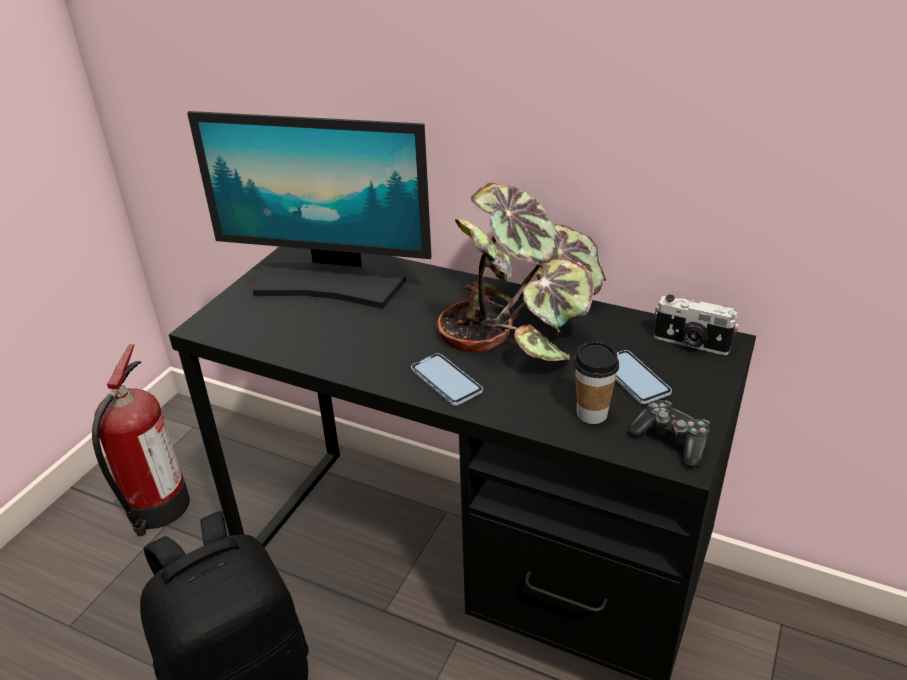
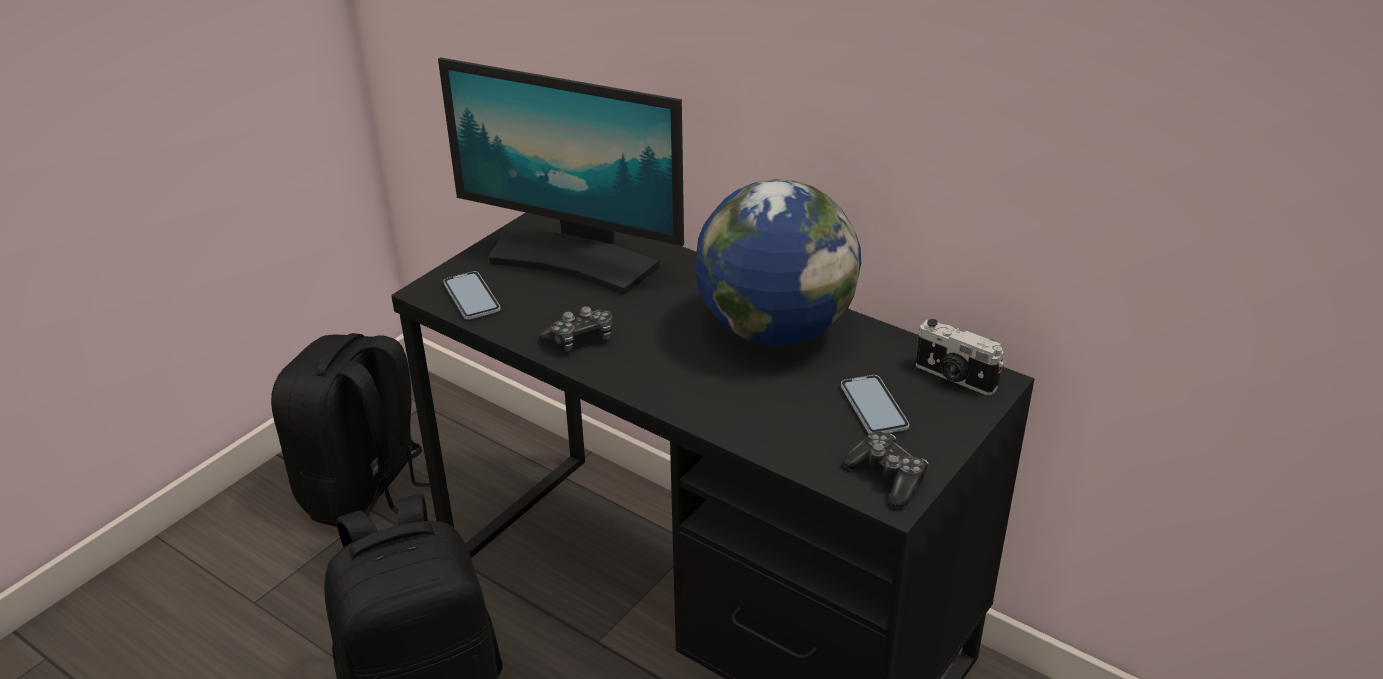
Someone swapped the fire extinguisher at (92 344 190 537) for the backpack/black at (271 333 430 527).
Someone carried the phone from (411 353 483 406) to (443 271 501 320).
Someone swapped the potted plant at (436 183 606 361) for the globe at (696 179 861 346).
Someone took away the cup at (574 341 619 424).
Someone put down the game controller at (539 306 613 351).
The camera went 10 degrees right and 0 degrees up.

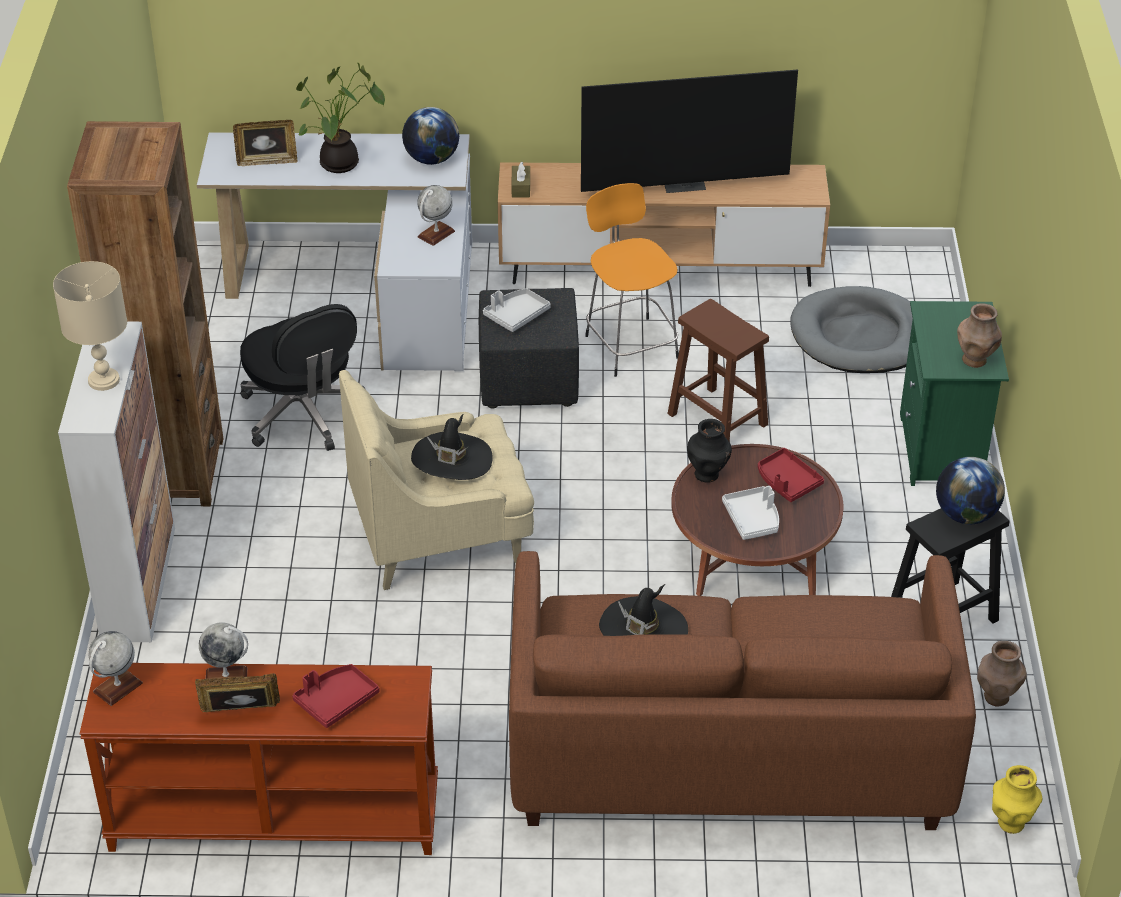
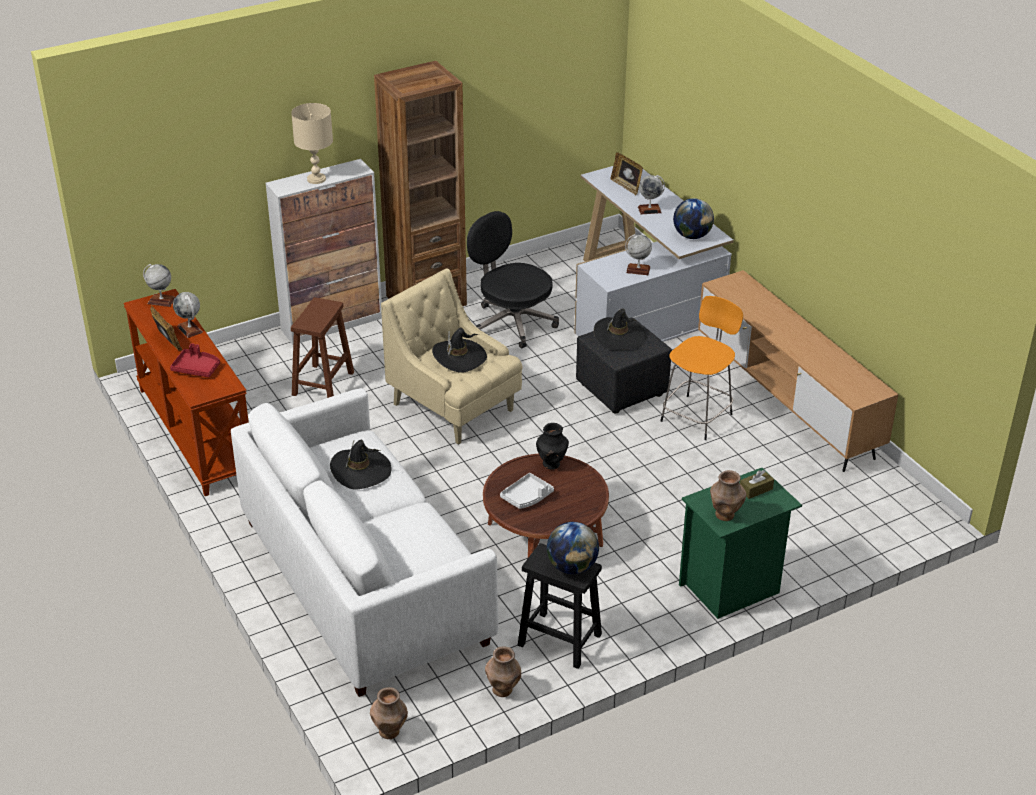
Someone rotated the office chair/black at (240 304 365 451) by 105 degrees clockwise.
Someone swapped the potted plant at (296 62 385 173) for the globe at (638 175 665 214).
Someone swapped the tray/grey at (483 288 551 332) for the hat/black at (594 308 647 350).
Someone repainted the sofa/brown at (509 551 976 830), which became the sofa/white at (231 388 499 697).
Someone carried the tissue box/brown from (511 162 530 198) to (740 470 774 499).
Someone took away the television at (581 69 798 193).
Someone carried the stool/brown from (667 299 769 441) to (291 297 354 398).
Someone took away the tray/red at (758 448 824 502).
Someone took away the dog bed/grey at (791 286 913 373).
Someone repainted the vase/yellow at (992 765 1042 834), which became the vase/brown at (370 687 408 739).
The camera went 60 degrees right and 5 degrees down.

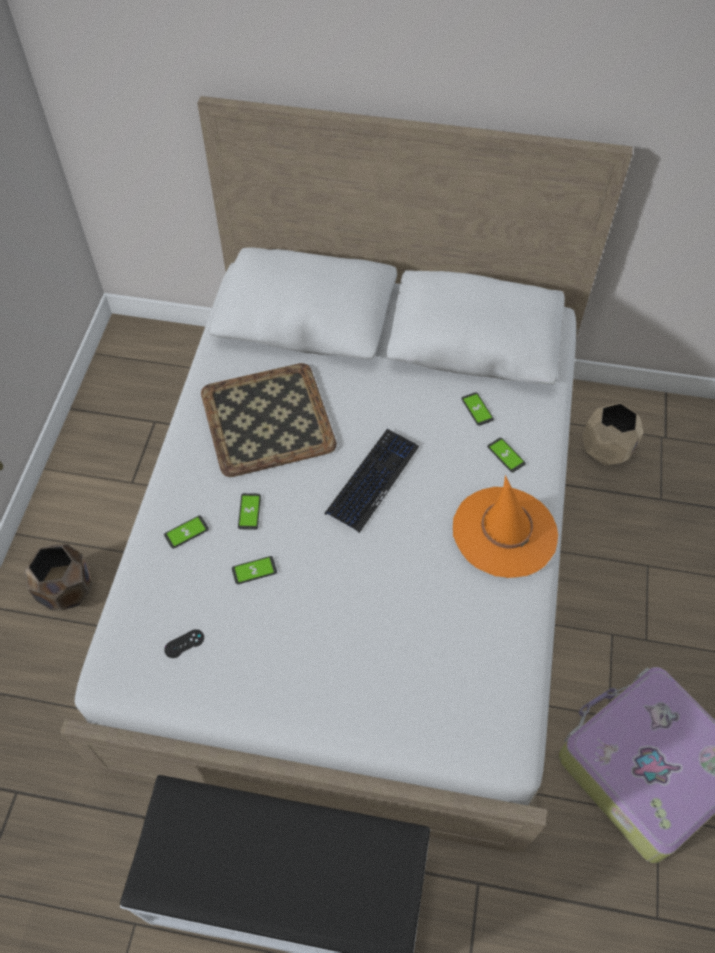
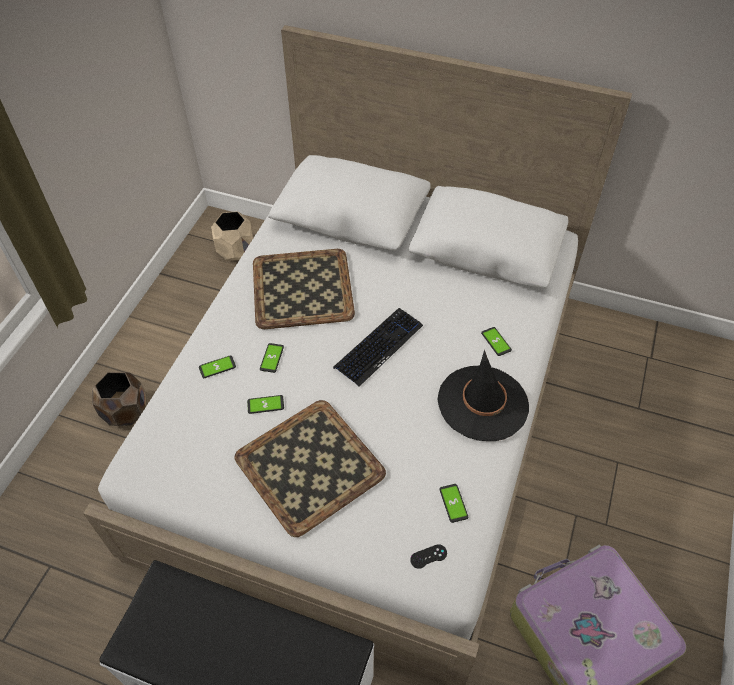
Someone carried the game controller/black from (164 629 204 658) to (410 544 447 569).
Someone repainted the hat/orange at (453 475 558 578), which became the hat/black at (437 349 529 441).
Someone carried the phone from (461 392 494 426) to (439 484 468 523).
Someone carried the planter/beige from (582 403 643 465) to (211 211 253 261).
Someone put down the tray at (235 400 386 537).
The camera went 10 degrees right and 5 degrees down.

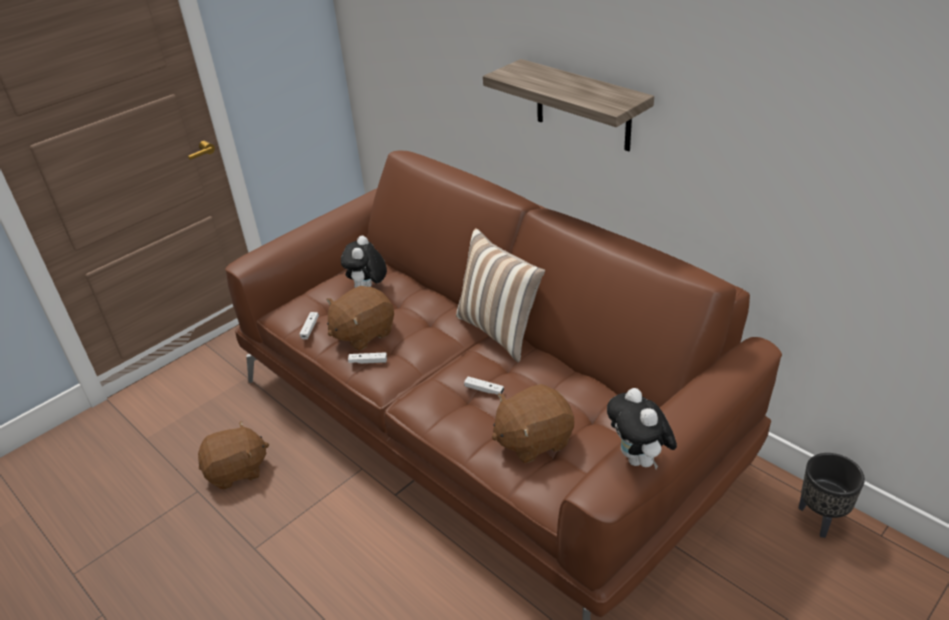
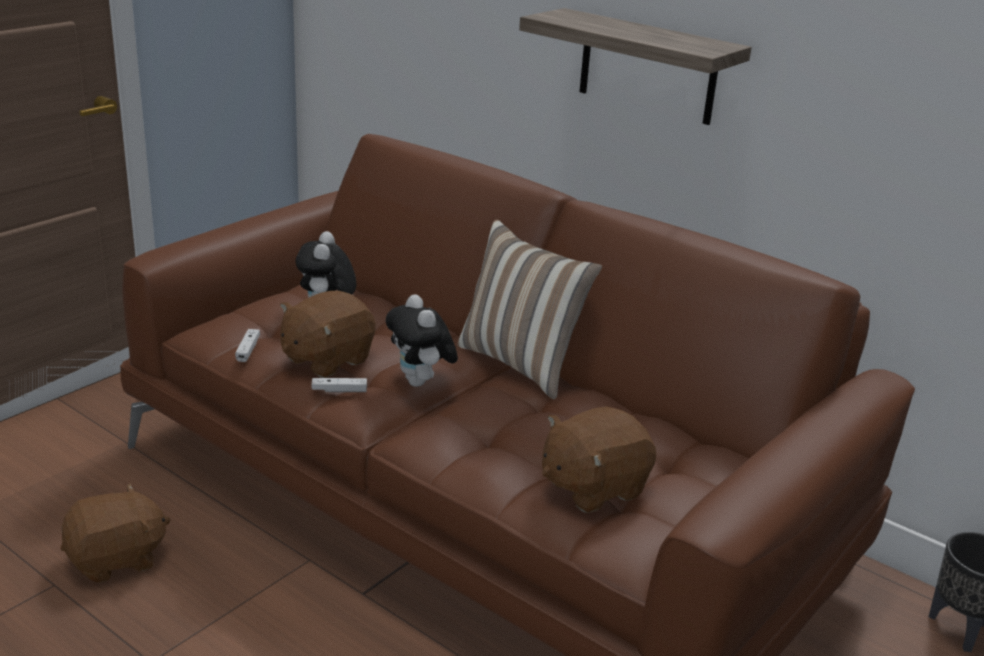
Someone took away the game controller/white at (464 376 504 395).
Someone carried the plush toy from (607 388 677 469) to (386 294 458 387).
The camera went 10 degrees left and 10 degrees down.

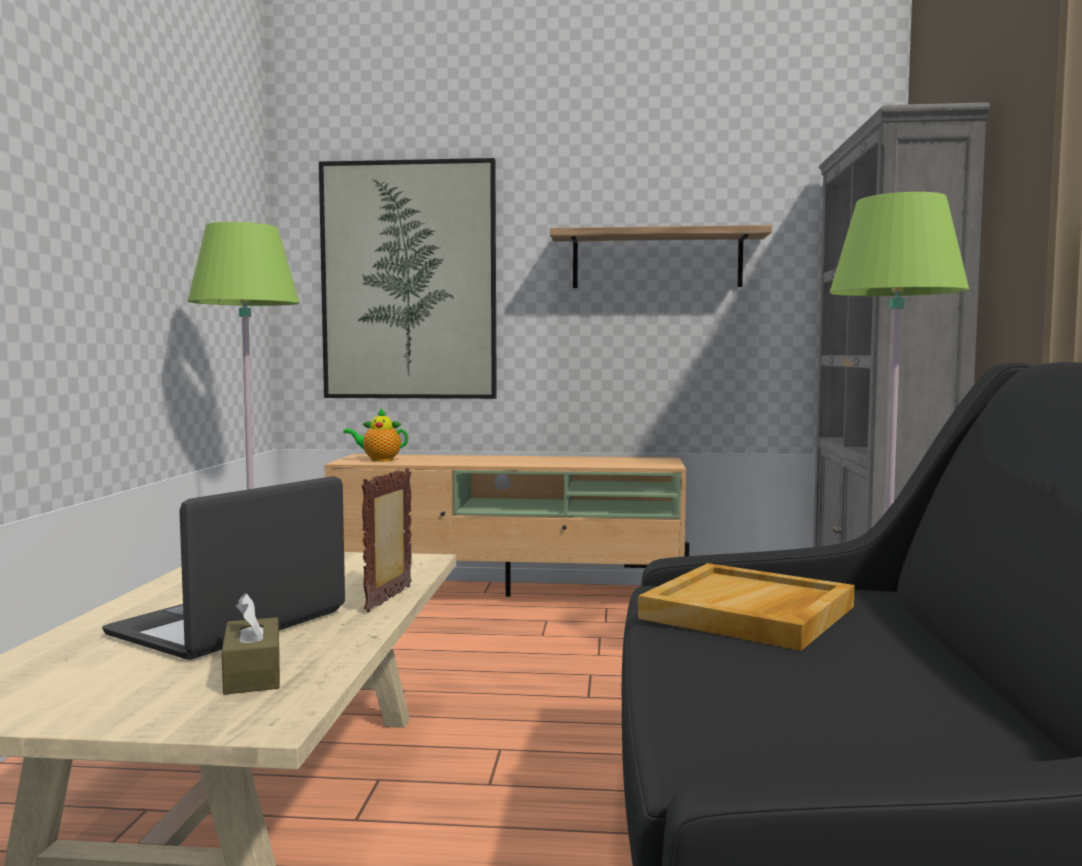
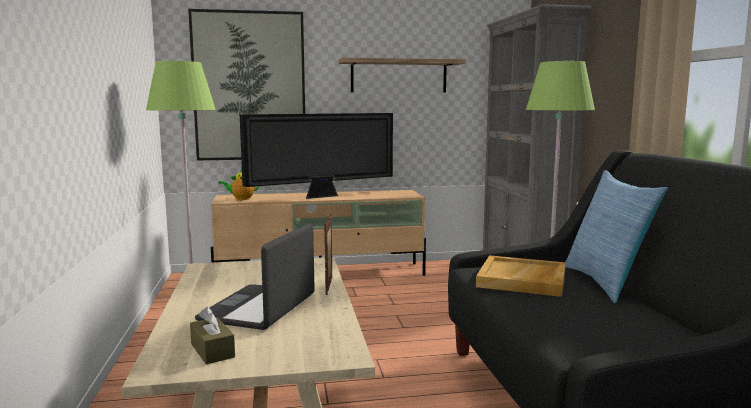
Someone carried the tissue box/brown from (222 593 280 695) to (190 307 235 364).
Someone put down the television at (240 113 393 199).
Someone put down the pillow at (565 170 667 303).
The camera went 15 degrees left and 5 degrees up.

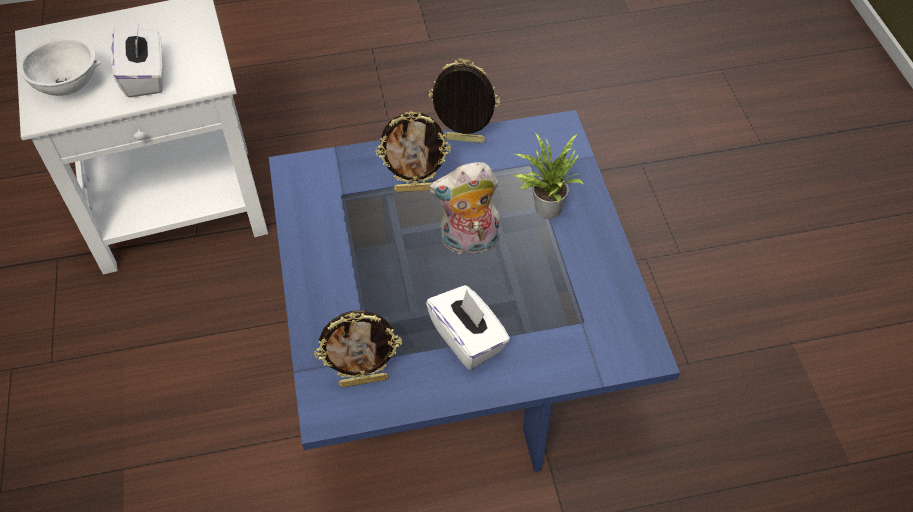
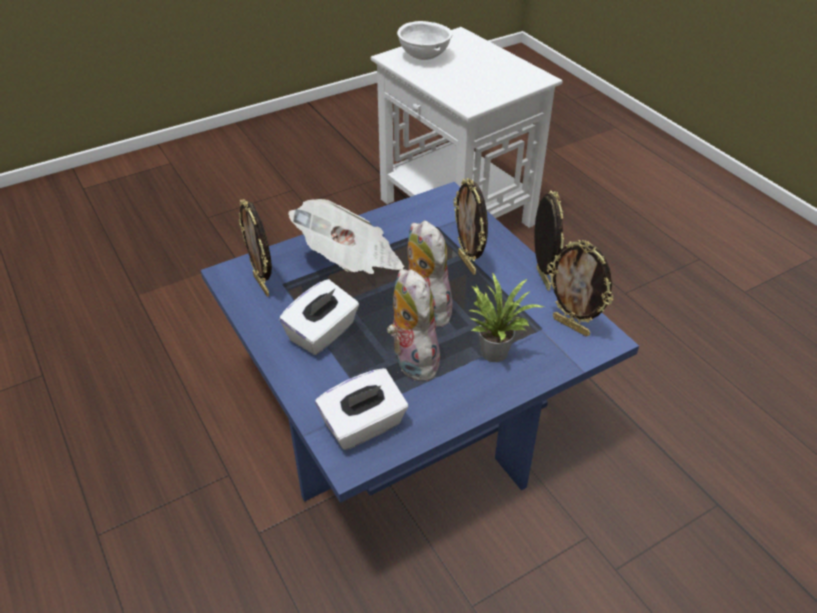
Someone carried the tissue box/white from (111 26 163 98) to (315 368 408 450).
Someone put down the newspaper at (288 199 404 274).
Someone put down the plush toy at (387 269 441 381).
Someone put down the picture frame at (547 240 613 336).
The camera went 70 degrees right and 10 degrees down.

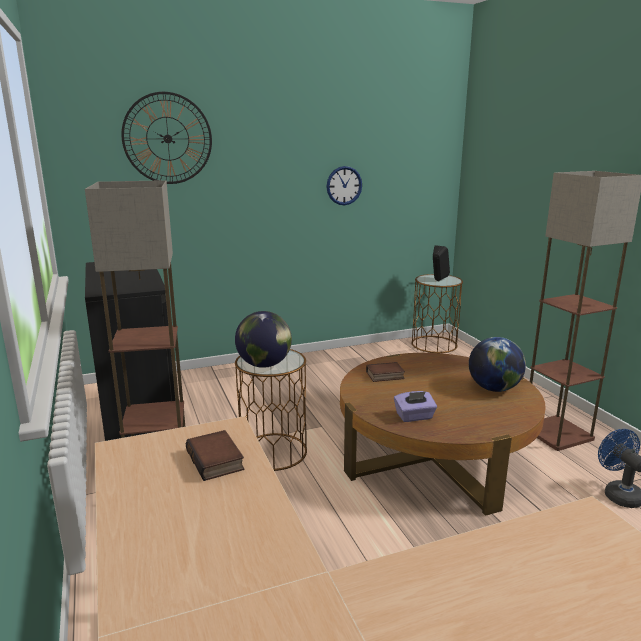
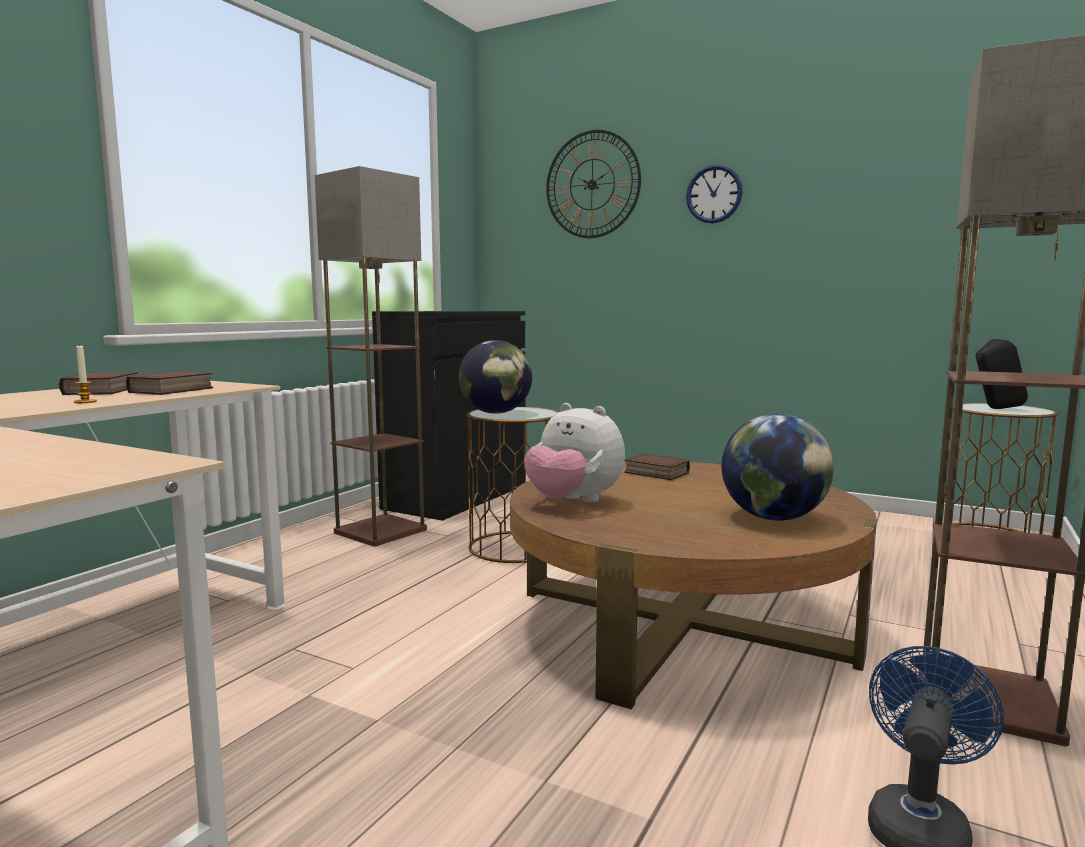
Someone carried the wall clock from (326 166 362 205) to (686 165 743 223).
Someone swapped the tissue box/purple at (394 391 437 422) for the plush toy at (524 403 625 503).
Someone put down the book at (59 372 138 395).
Someone put down the candle at (74 344 97 403).
The camera went 50 degrees right and 10 degrees down.

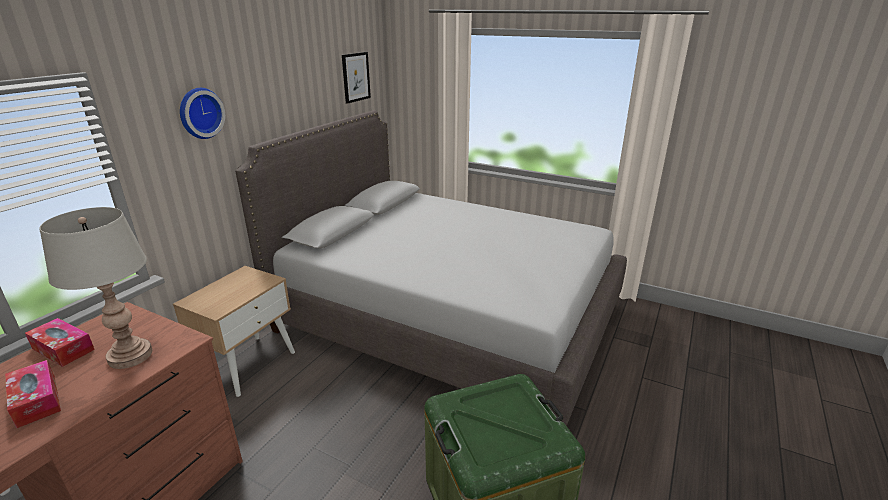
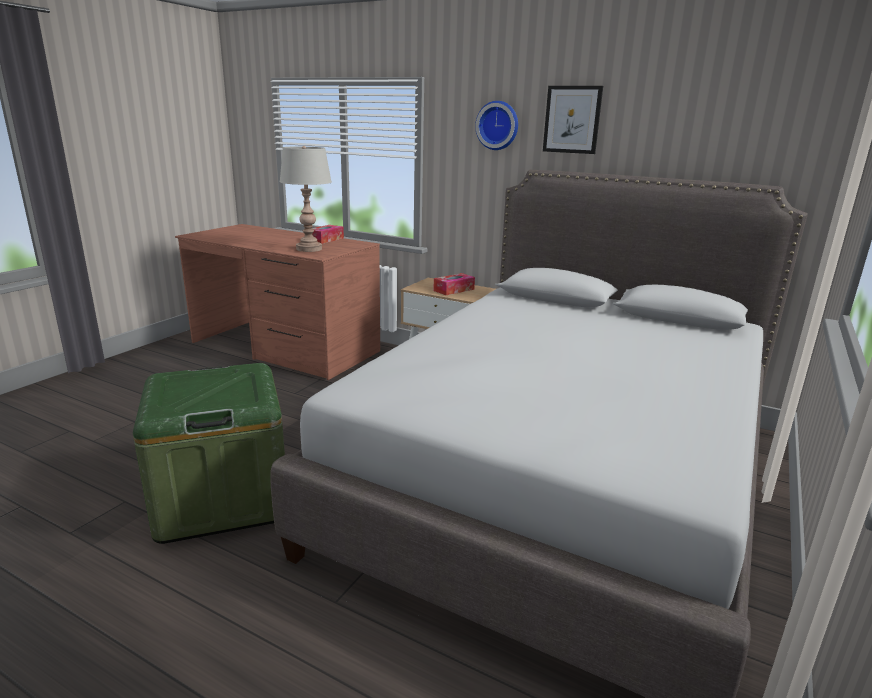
Someone carried the tissue box from (5 360 61 428) to (433 273 475 295).
Someone carried the picture from (342 52 371 104) to (543 86 603 154).
The camera went 90 degrees right and 5 degrees down.

